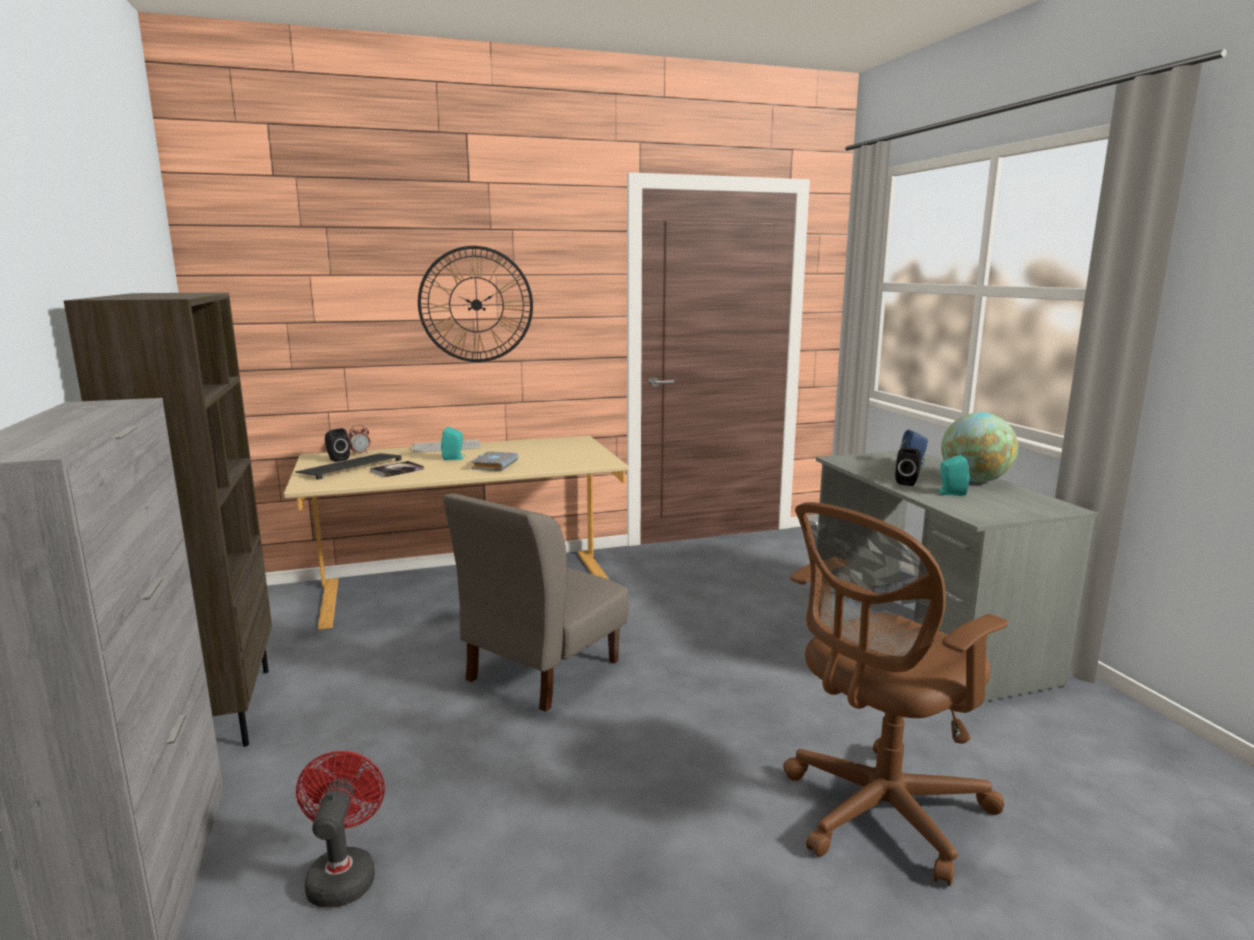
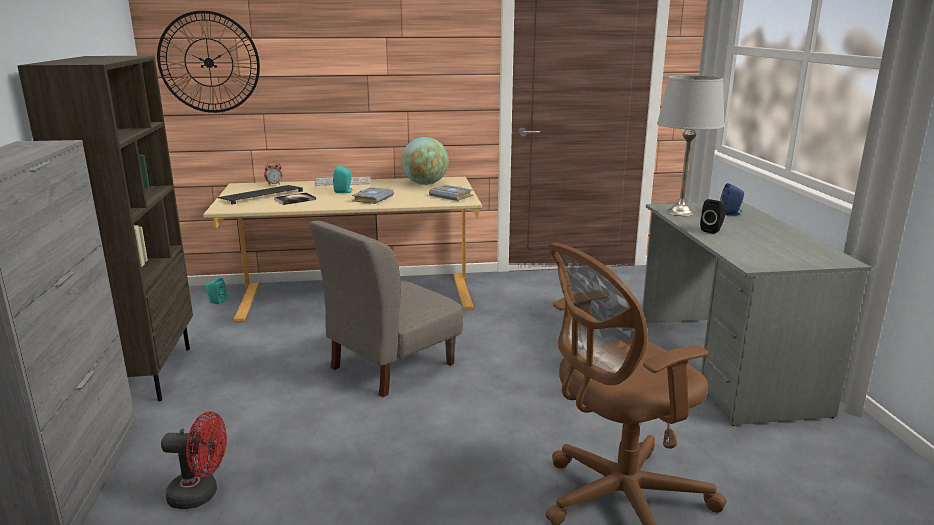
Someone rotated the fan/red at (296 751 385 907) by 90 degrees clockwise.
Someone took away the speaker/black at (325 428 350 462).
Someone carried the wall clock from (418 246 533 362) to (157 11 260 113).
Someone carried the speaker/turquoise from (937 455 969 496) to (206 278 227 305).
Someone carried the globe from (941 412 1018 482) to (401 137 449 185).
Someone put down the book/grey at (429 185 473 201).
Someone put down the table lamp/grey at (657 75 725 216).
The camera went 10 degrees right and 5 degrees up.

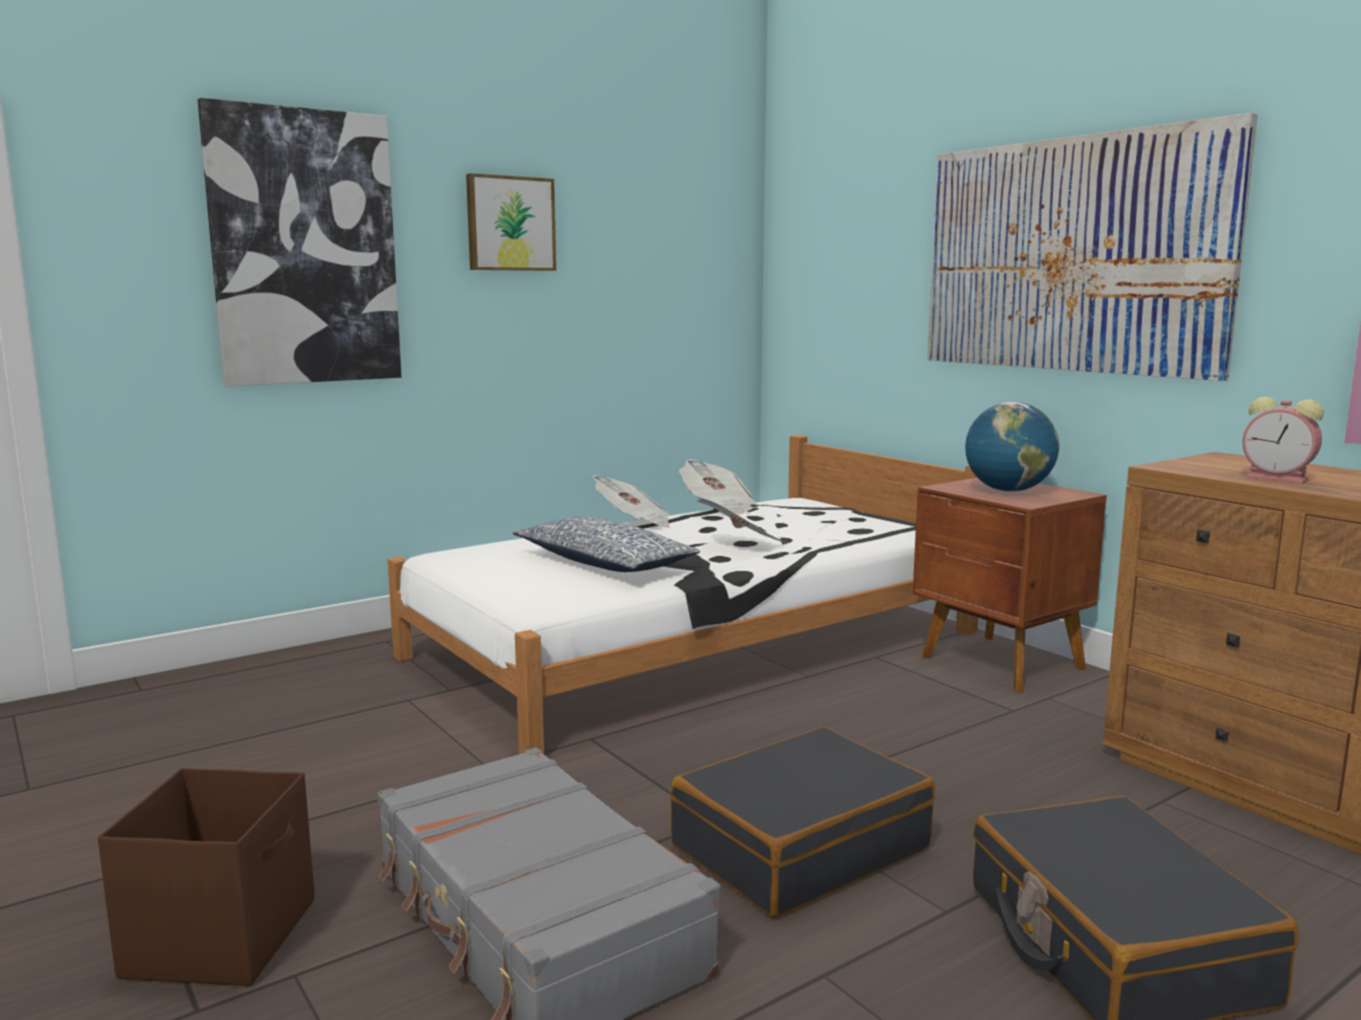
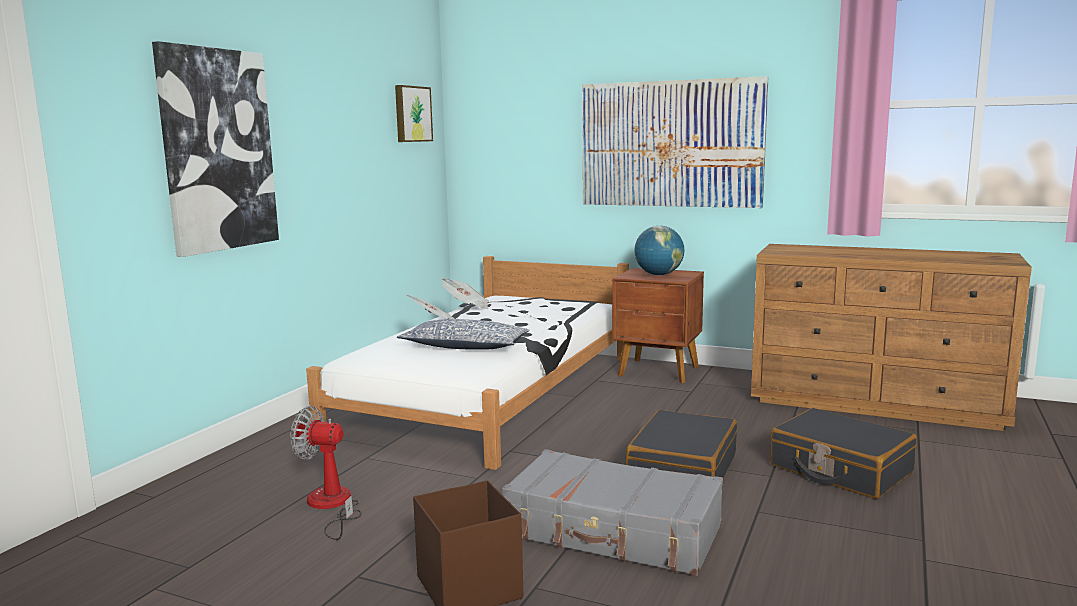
Someone carried the picture from (466 173 556 271) to (395 85 433 142).
Someone took away the newspaper at (697 498 786 542).
Someone took away the alarm clock at (1242 397 1324 484).
Someone put down the fan at (290 406 362 540).
The camera went 30 degrees left and 0 degrees up.

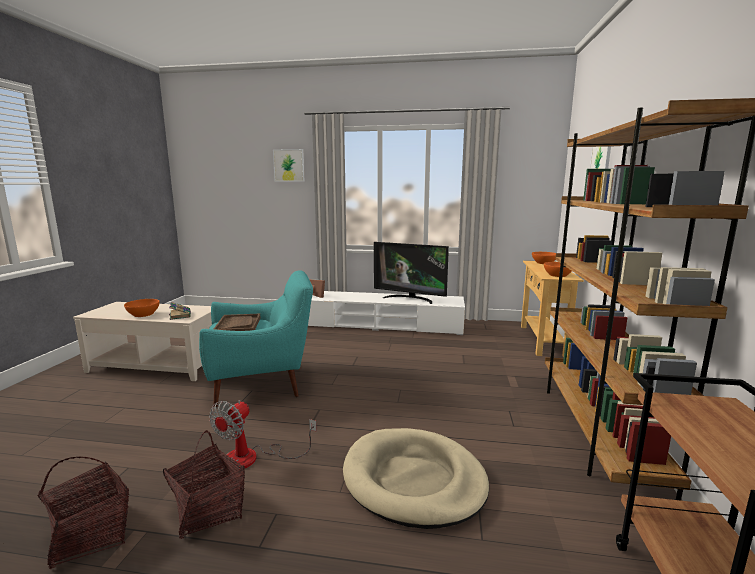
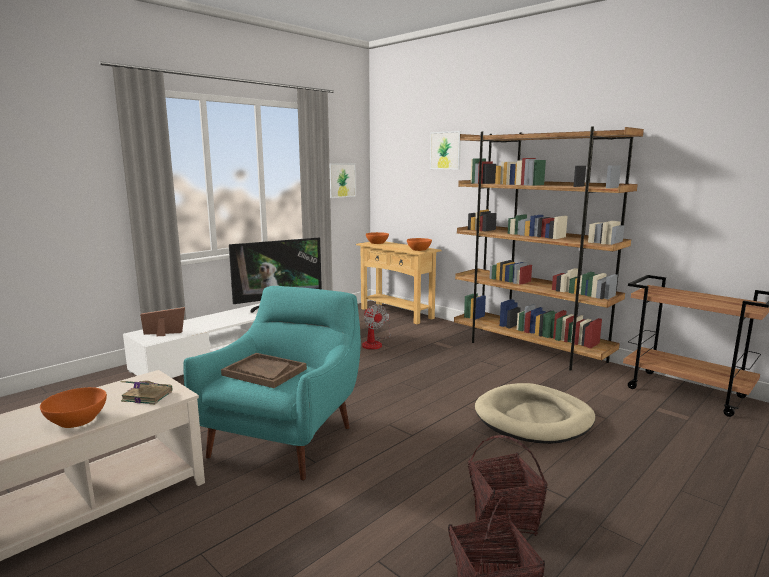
Someone carried the fan from (209 400 317 469) to (362 304 391 350).
Someone carried the picture from (273 149 304 181) to (330 163 356 198).
The camera went 55 degrees left and 0 degrees up.

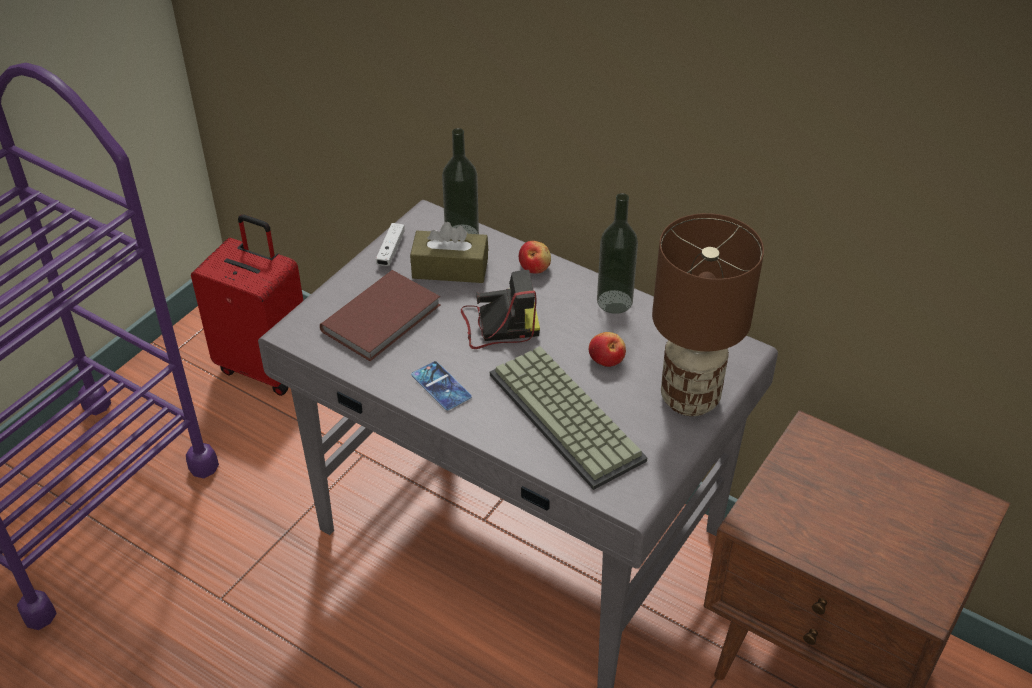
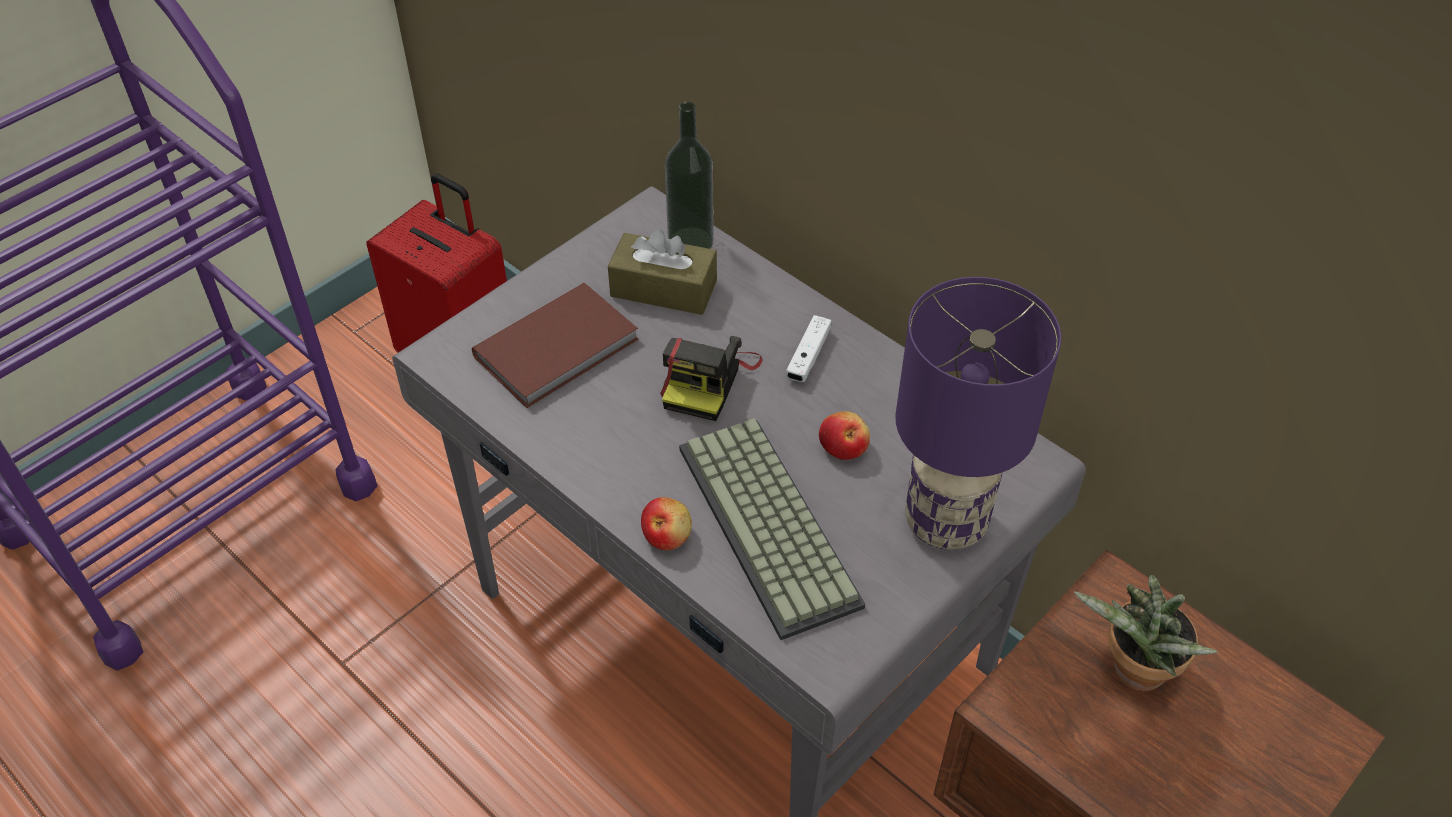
Someone carried the game controller/white from (376 223 405 266) to (786 315 831 382).
Someone took away the phone at (411 361 472 410).
Someone rotated the photo camera at (461 270 540 349) by 105 degrees clockwise.
Someone carried the apple from (519 241 551 274) to (641 497 692 550).
Someone took away the bottle at (597 193 638 314).
Someone repainted the table lamp/brown at (652 213 764 416), which became the table lamp/purple at (895 277 1061 550).
Someone put down the potted plant at (1074 575 1218 692).
The camera went 10 degrees right and 5 degrees up.

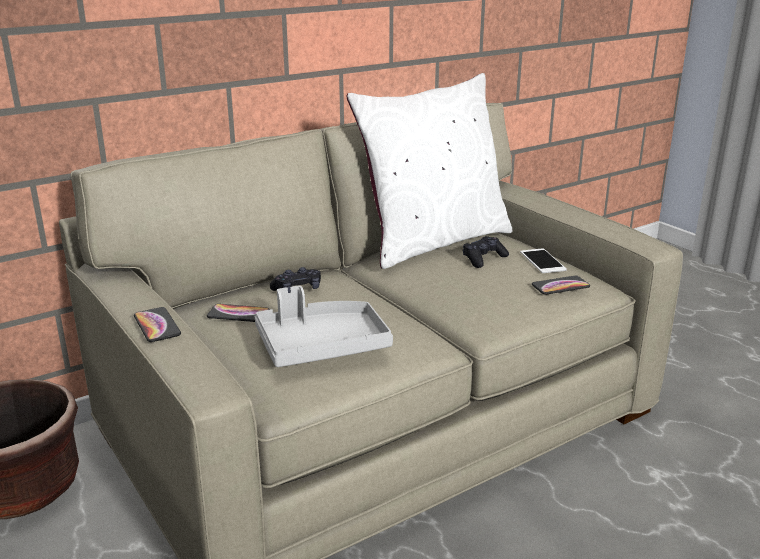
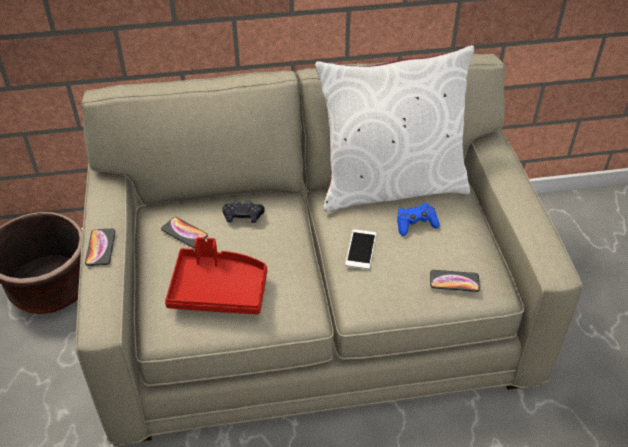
Someone repainted the tray/grey at (255 286 393 367), which became the tray/red at (165 237 267 314).
Someone repainted the game controller/black at (463 236 509 268), which became the game controller/blue at (397 203 440 236).
Someone carried the phone from (520 248 567 273) to (345 229 376 269).
The camera went 25 degrees right and 20 degrees up.

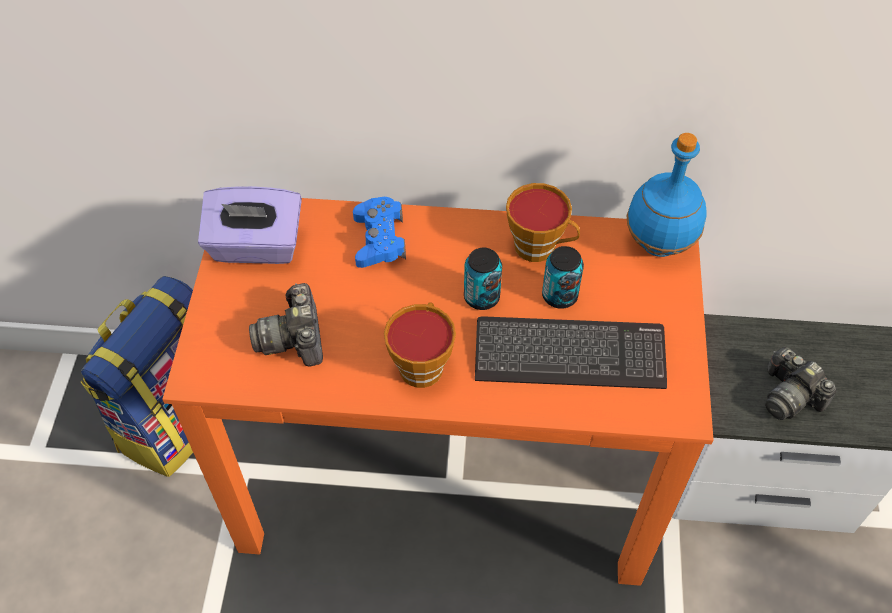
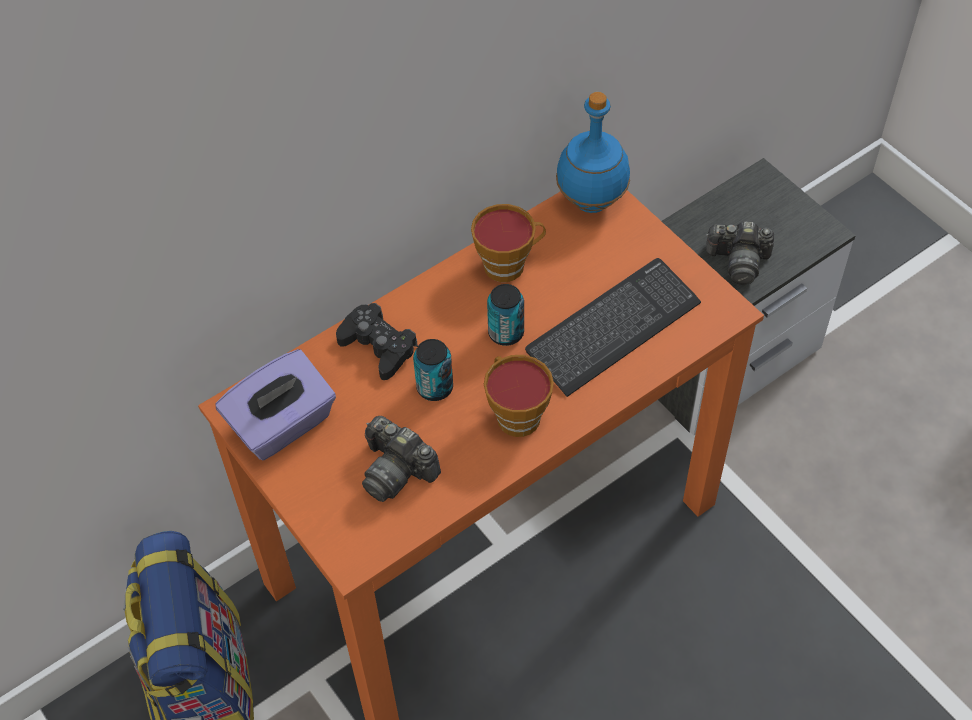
Someone repainted the game controller/blue at (353 197 406 268), which became the game controller/black at (336 303 418 380).
Someone carried the can from (542 246 584 309) to (413 339 453 401).
The camera went 40 degrees left and 0 degrees up.

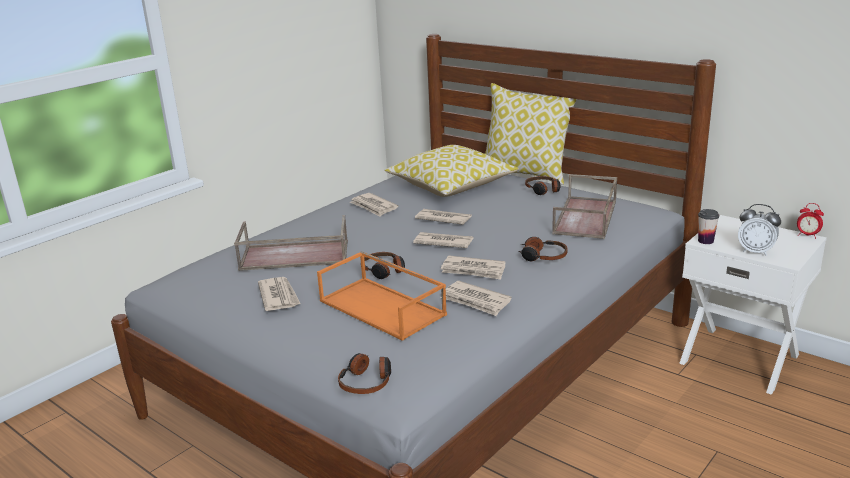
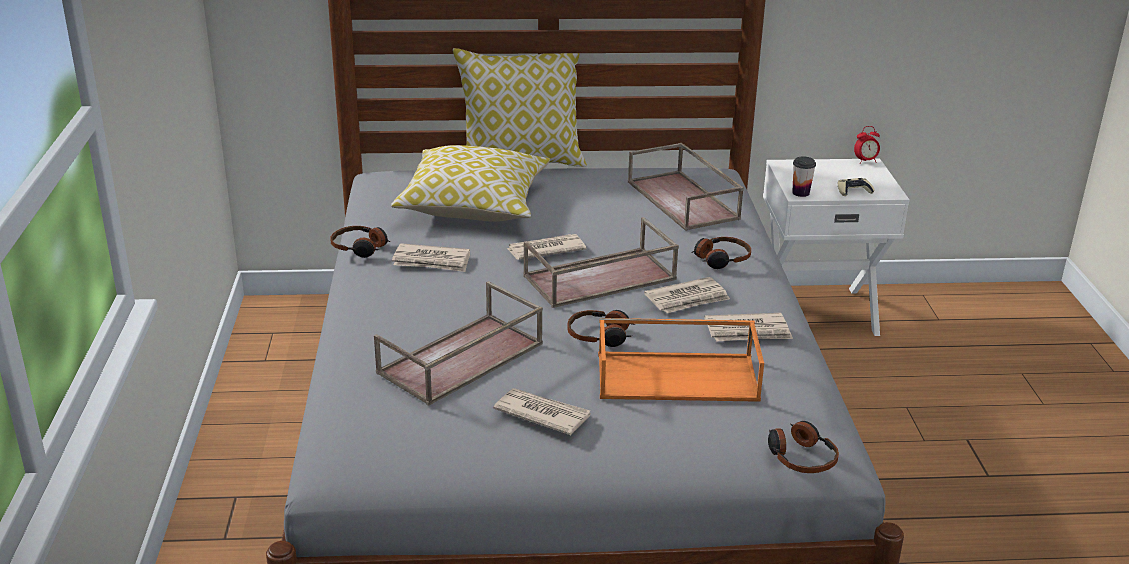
Someone swapped the newspaper at (413 232 474 248) for the tray/brown at (523 217 679 308).
Someone carried the headphones from (525 176 560 195) to (330 226 390 258).
Someone swapped the alarm clock at (738 204 781 256) for the game controller/beige at (838 178 874 196).
The camera went 45 degrees left and 5 degrees up.

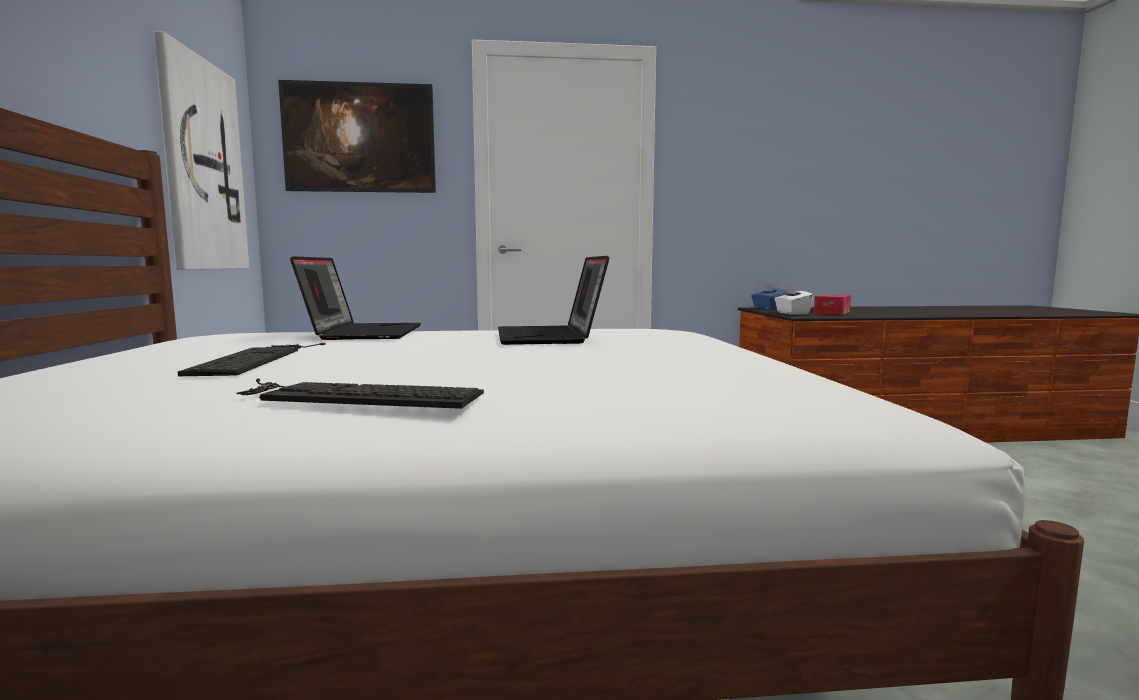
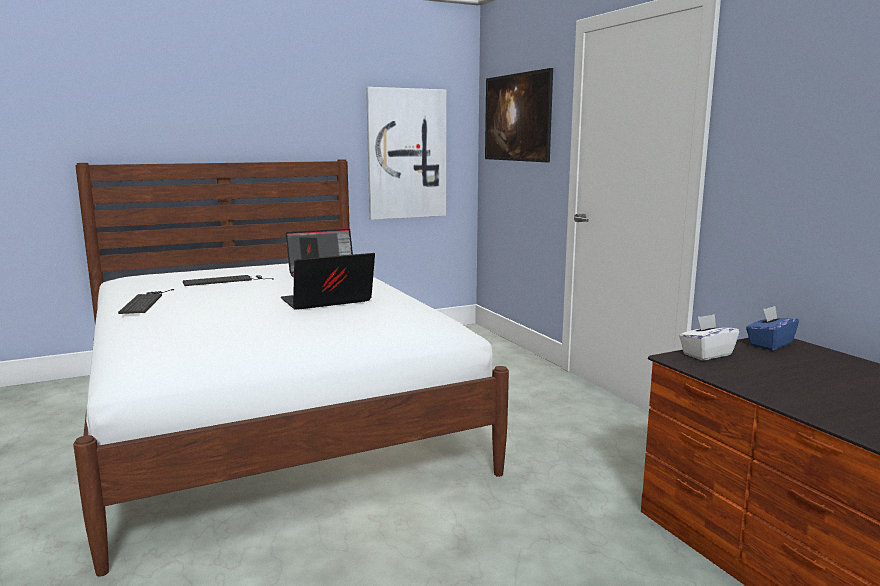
Someone took away the tissue box at (814 294 851 315).
The camera went 70 degrees right and 5 degrees up.

